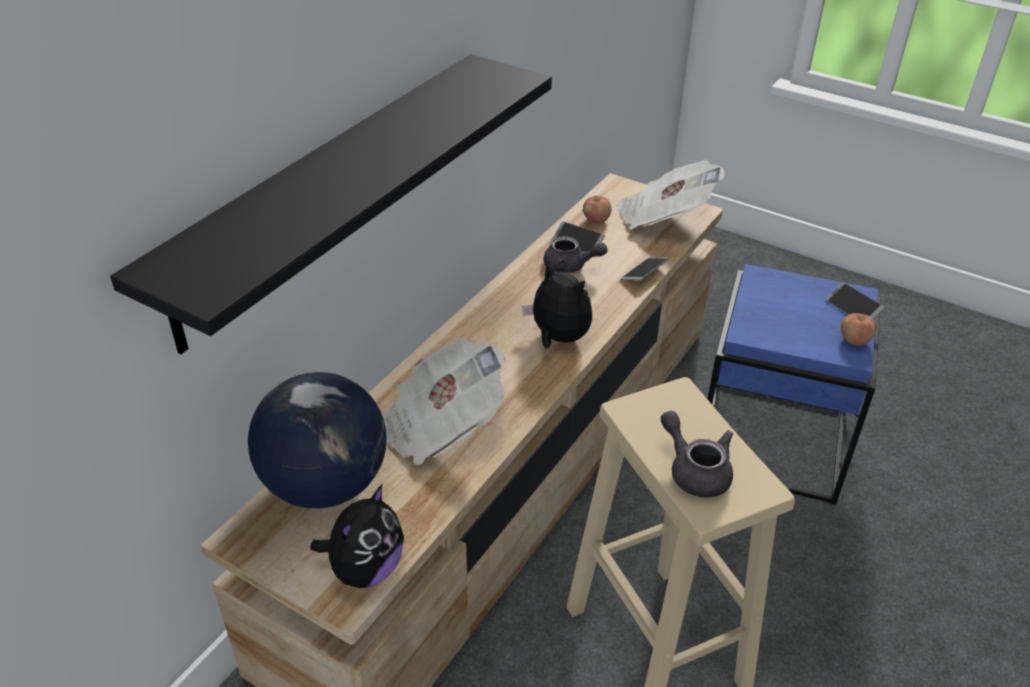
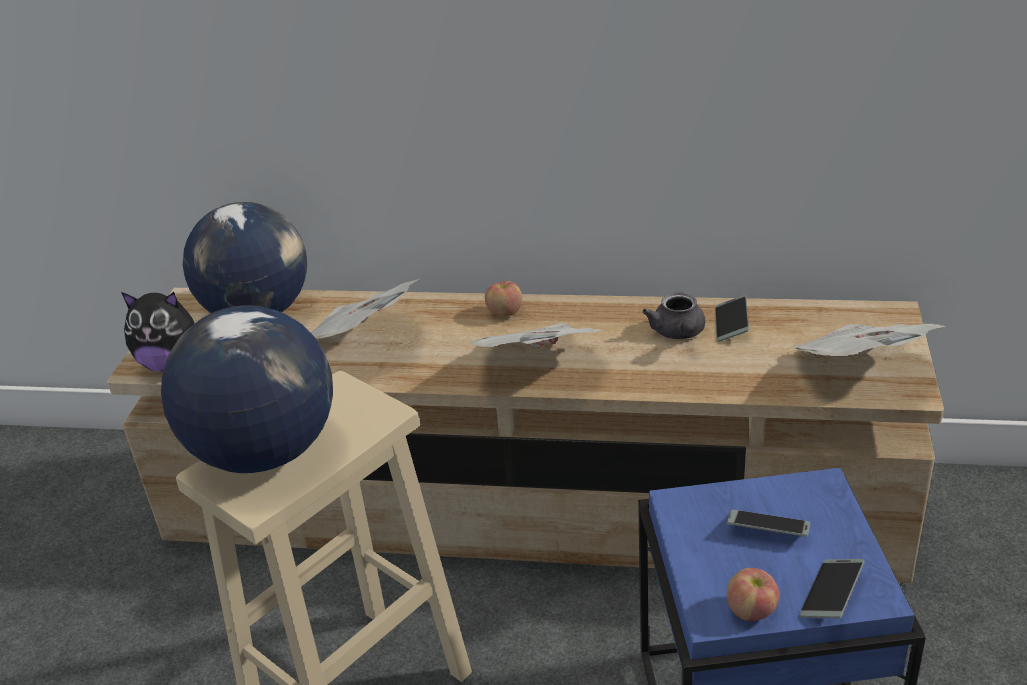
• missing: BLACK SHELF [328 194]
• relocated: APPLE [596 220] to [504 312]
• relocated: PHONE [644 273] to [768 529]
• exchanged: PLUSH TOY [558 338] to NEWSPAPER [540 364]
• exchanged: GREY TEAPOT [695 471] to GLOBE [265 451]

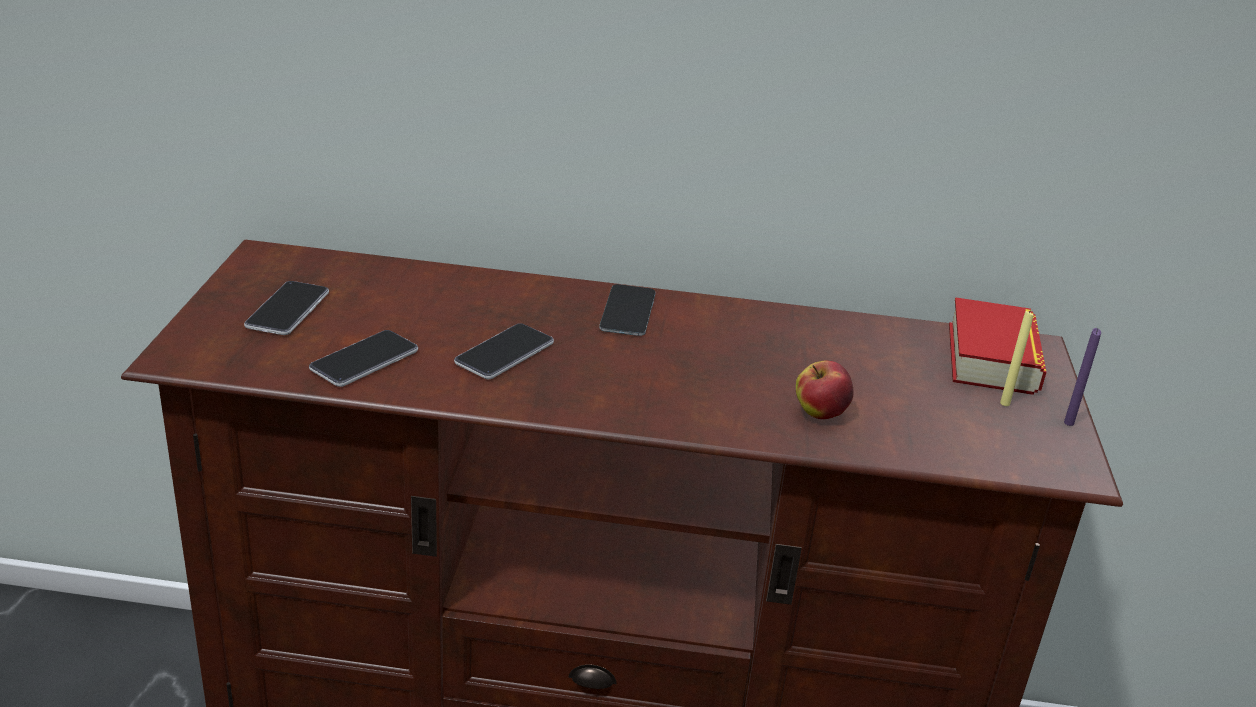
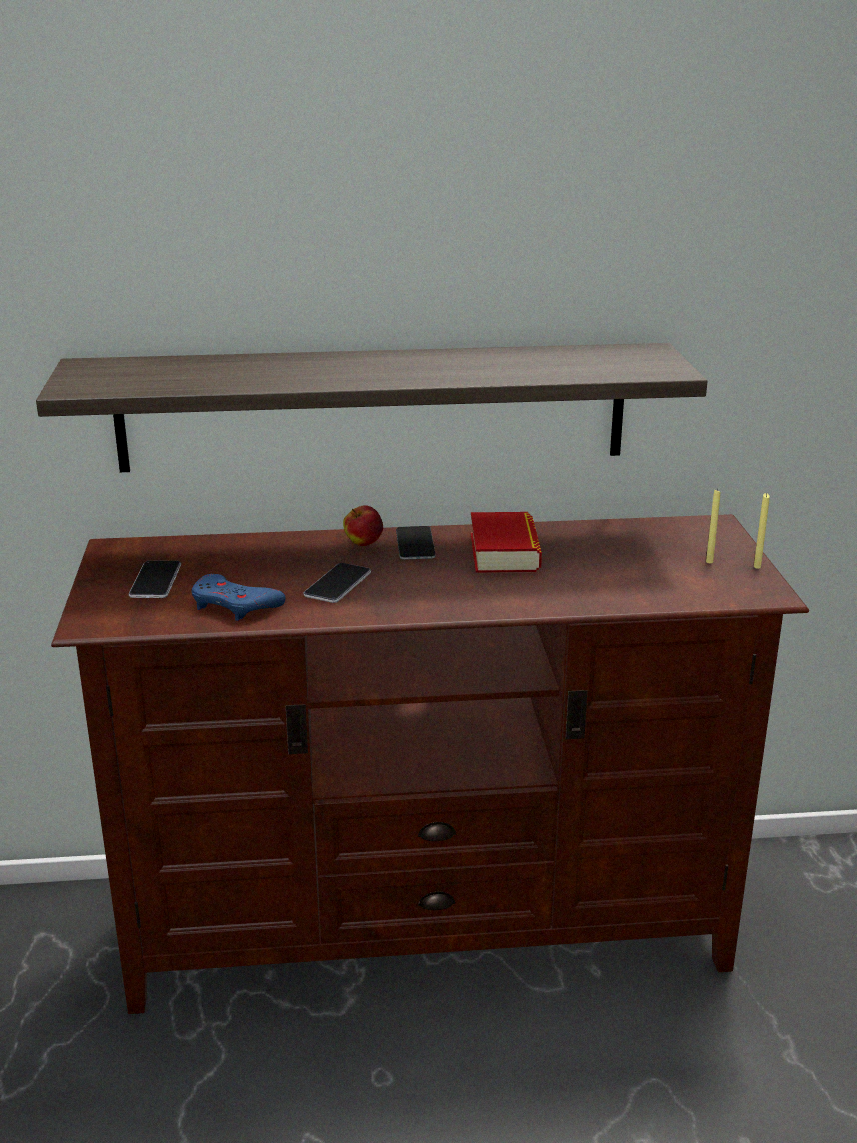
• appeared: SHELF [372 407]
• relocated: APPLE [820 413] to [363 543]
• relocated: BOOK [992 358] to [504 552]
• exchanged: PHONE [364 360] to BLUE GAME CONTROLLER [234 605]
• colour: PURPLE CANDLE [1068 423] to YELLOW CANDLE [757 567]

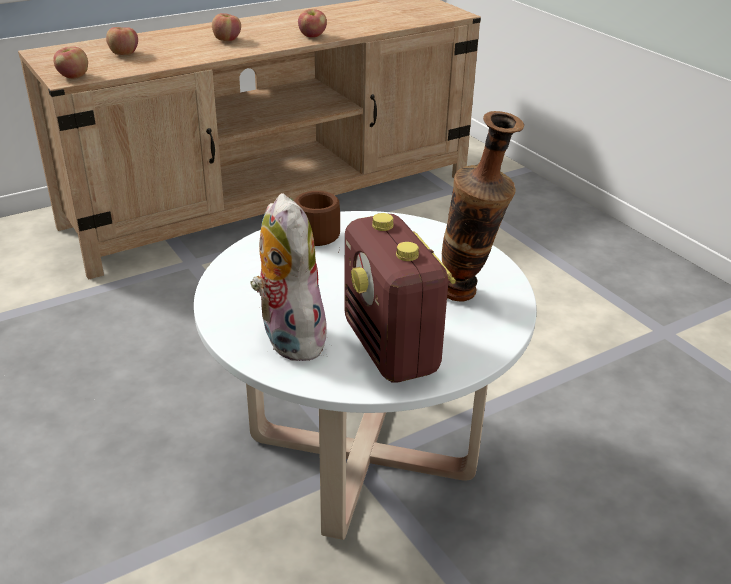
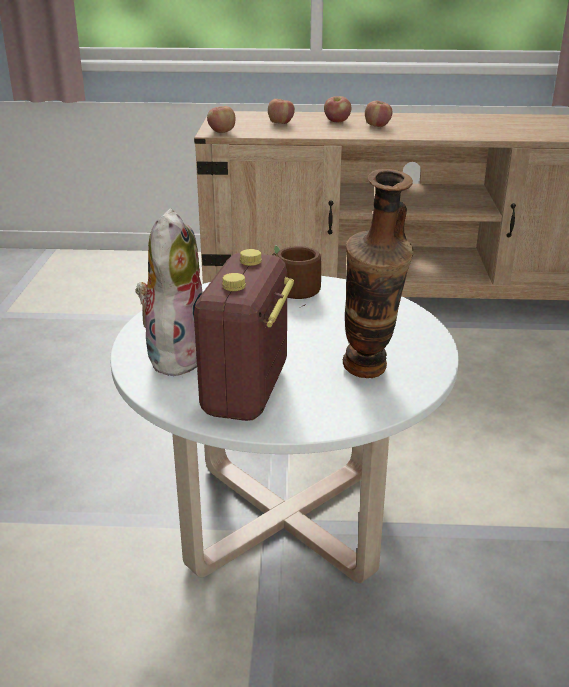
• relocated: APPLE [312 36] to [337 121]

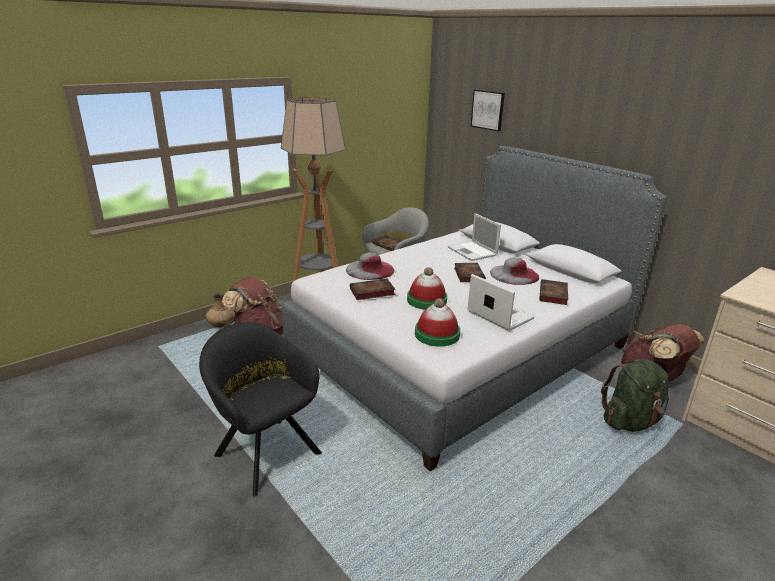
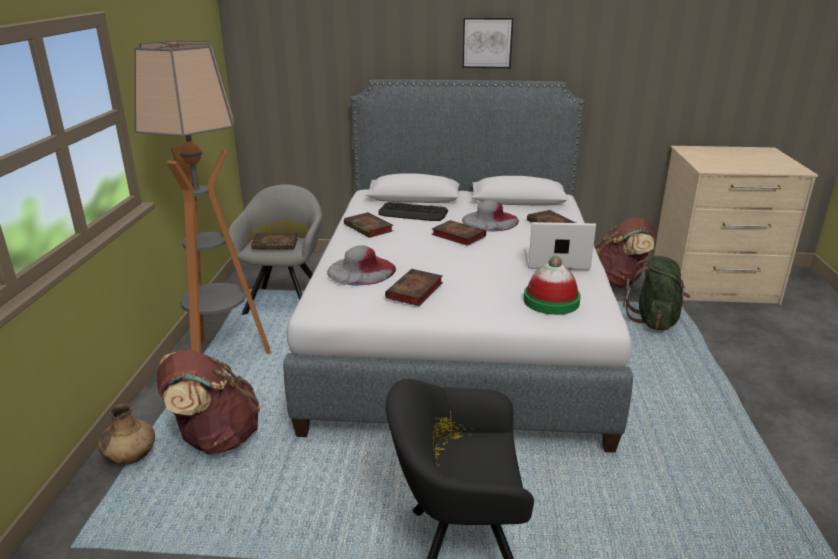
• missing: HAT [426 300]
• appeared: BOOK [369 228]
• relocated: PICTURE [488 110] to [487 42]
• exchanged: LAPTOP [473 251] to KEYBOARD [413 213]

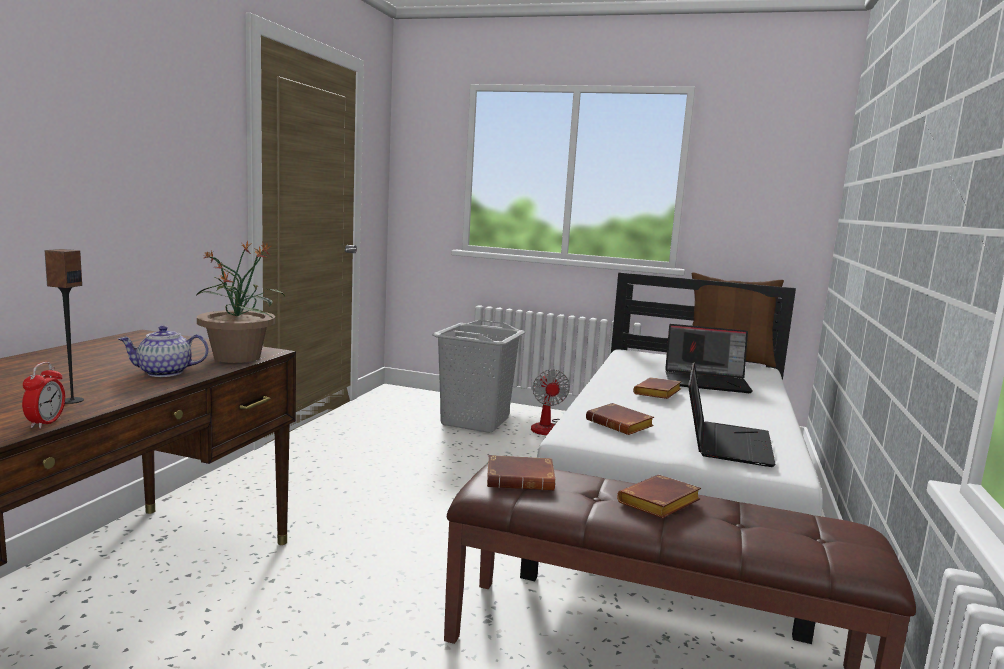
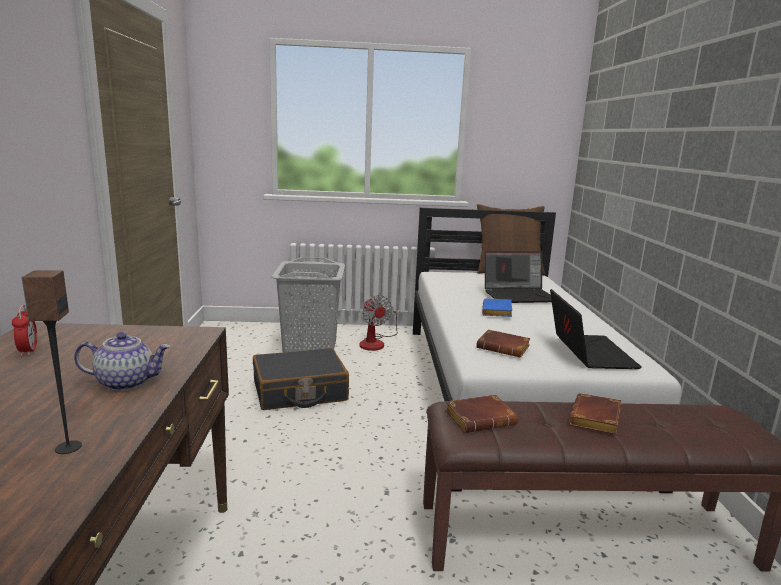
• missing: POTTED PLANT [237 357]
• appeared: BLACK SUITCASE [299 392]
• relocated: ALARM CLOCK [46 423] to [28 351]
• colour: BROWN BOOK [658 393] to BLUE BOOK [498 312]
• spun: TEAPOT [164 373] = [127 382] 150 degrees counterclockwise

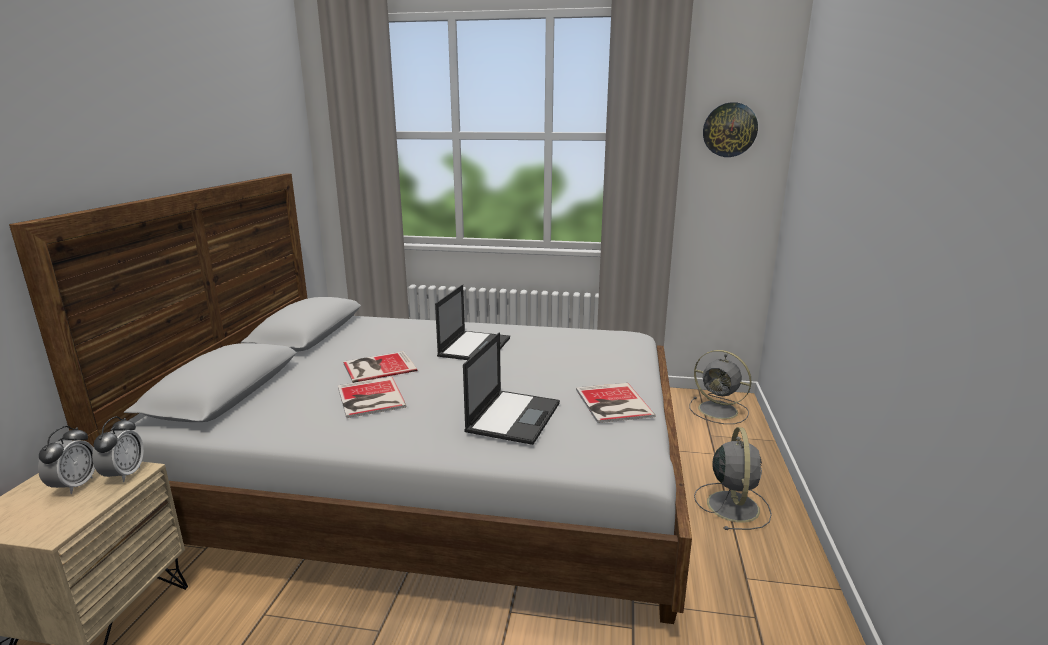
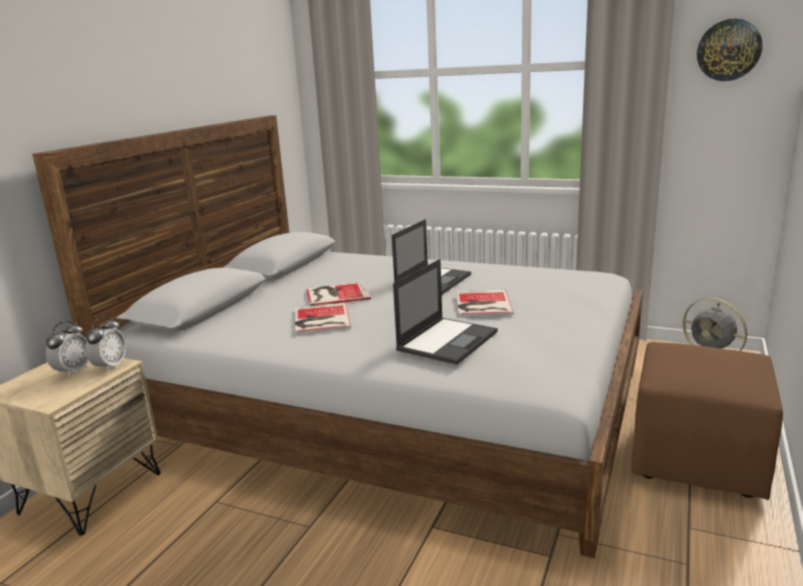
• relocated: BOOK [612 404] to [481 304]
• exchanged: GREY FAN [732 505] to BROWN OTTOMAN [696 458]

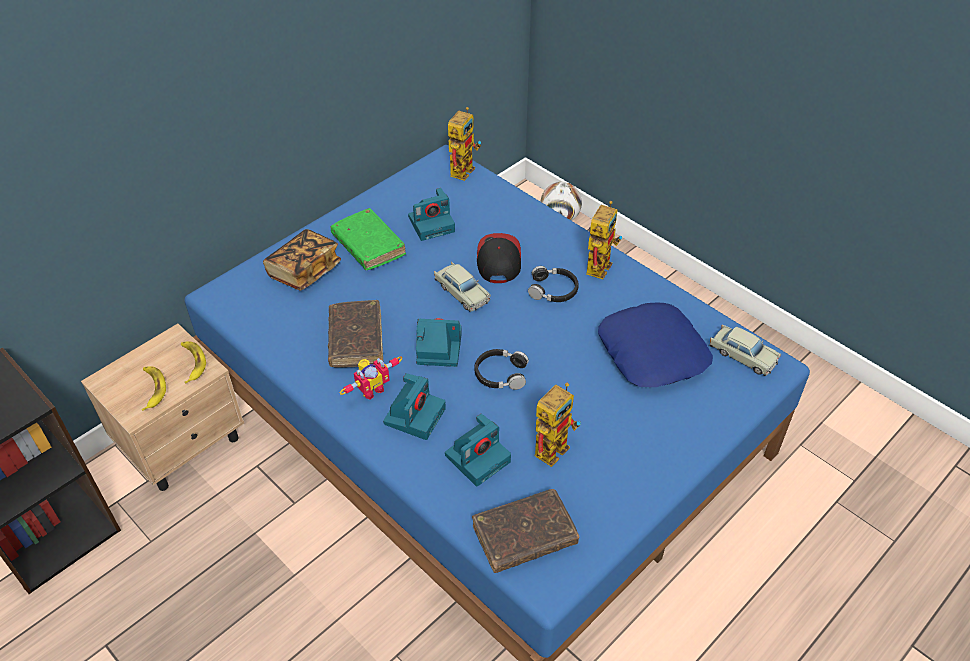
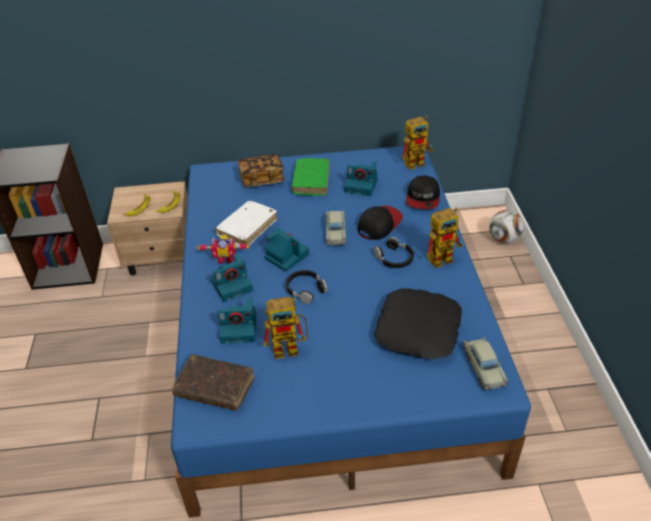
• appeared: CAP [423 198]
• colour: BROWN BOOK [356 340] to WHITE BOOK [247 228]
• colour: BLUE PILLOW [653 352] to BLACK PILLOW [419 330]

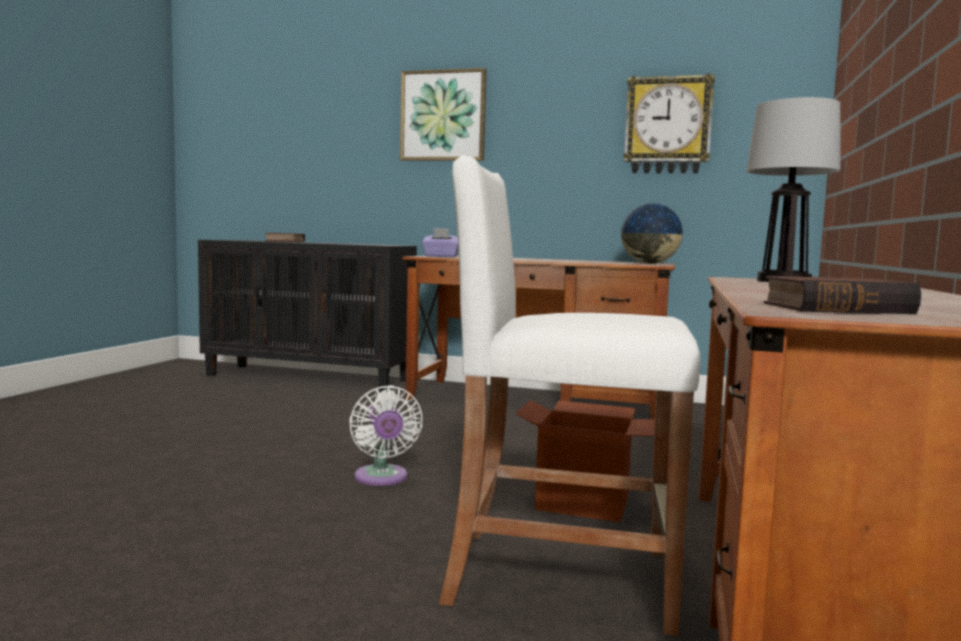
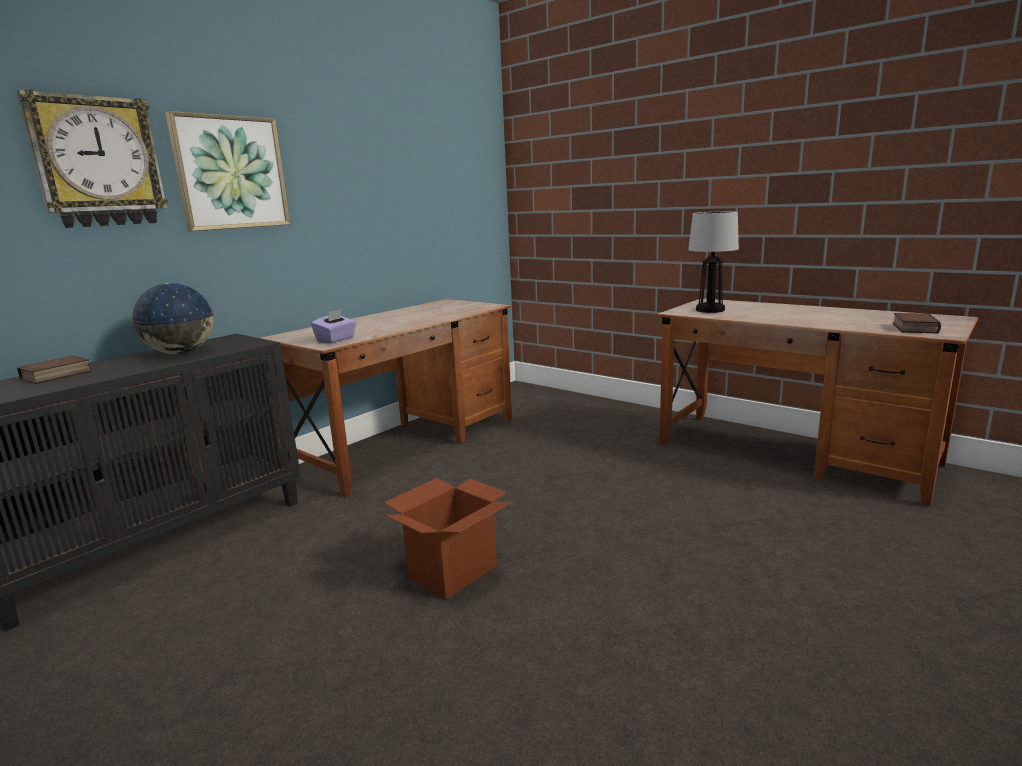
• missing: WHITE FAN [382 478]
• missing: WHITE STOOL [560 577]
• relocated: CARDBOARD BOX [583 504] to [453 571]
• relocated: GLOBE [650 263] to [181 353]
• relocated: WALL CLOCK [668 125] to [97 162]

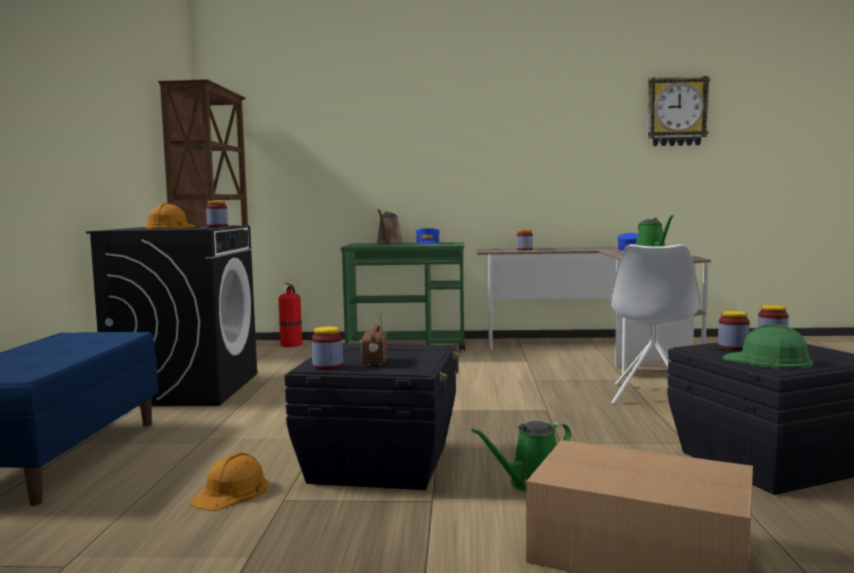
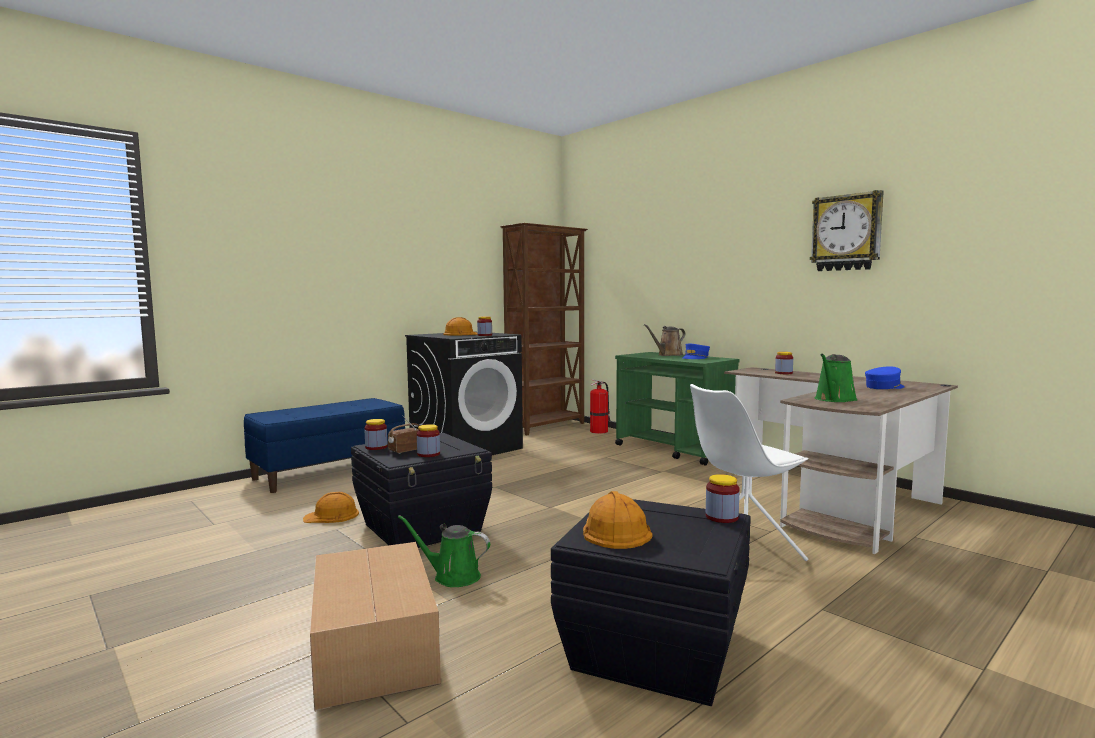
• relocated: WALL CLOCK [676 112] to [846 232]
• relocated: JAR [733 347] to [428 454]
• colour: GREEN HARD HAT [768 360] to ORANGE HARD HAT [614 531]

